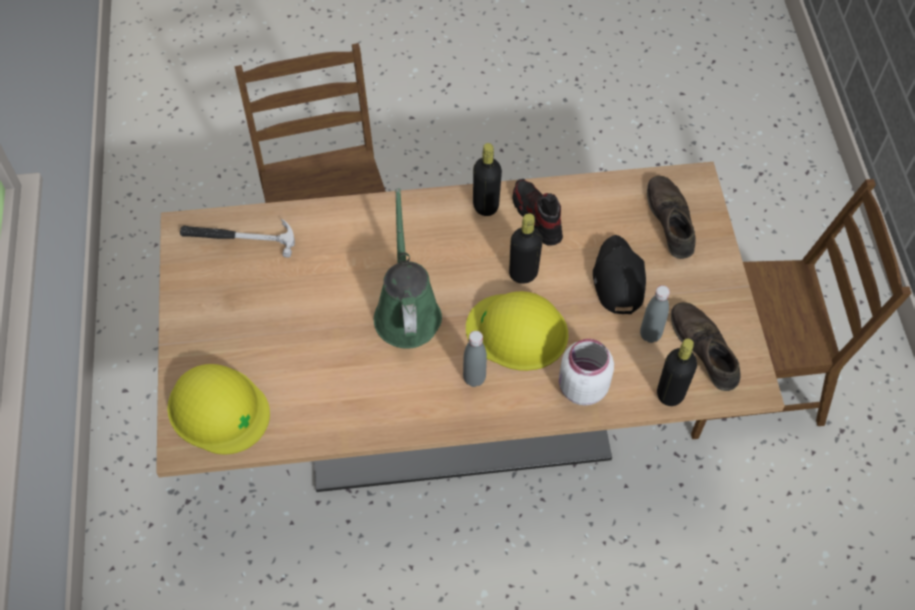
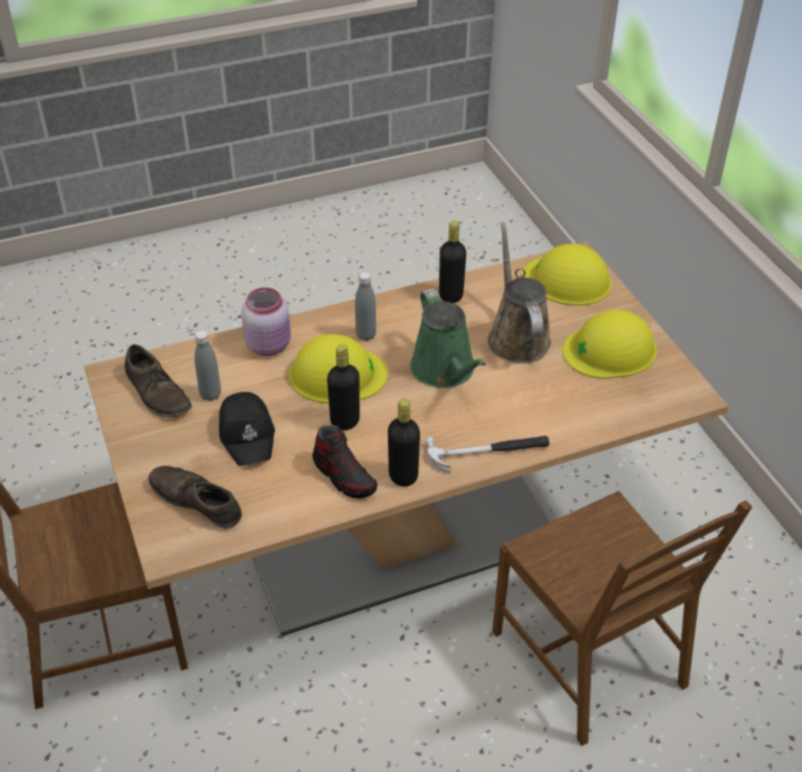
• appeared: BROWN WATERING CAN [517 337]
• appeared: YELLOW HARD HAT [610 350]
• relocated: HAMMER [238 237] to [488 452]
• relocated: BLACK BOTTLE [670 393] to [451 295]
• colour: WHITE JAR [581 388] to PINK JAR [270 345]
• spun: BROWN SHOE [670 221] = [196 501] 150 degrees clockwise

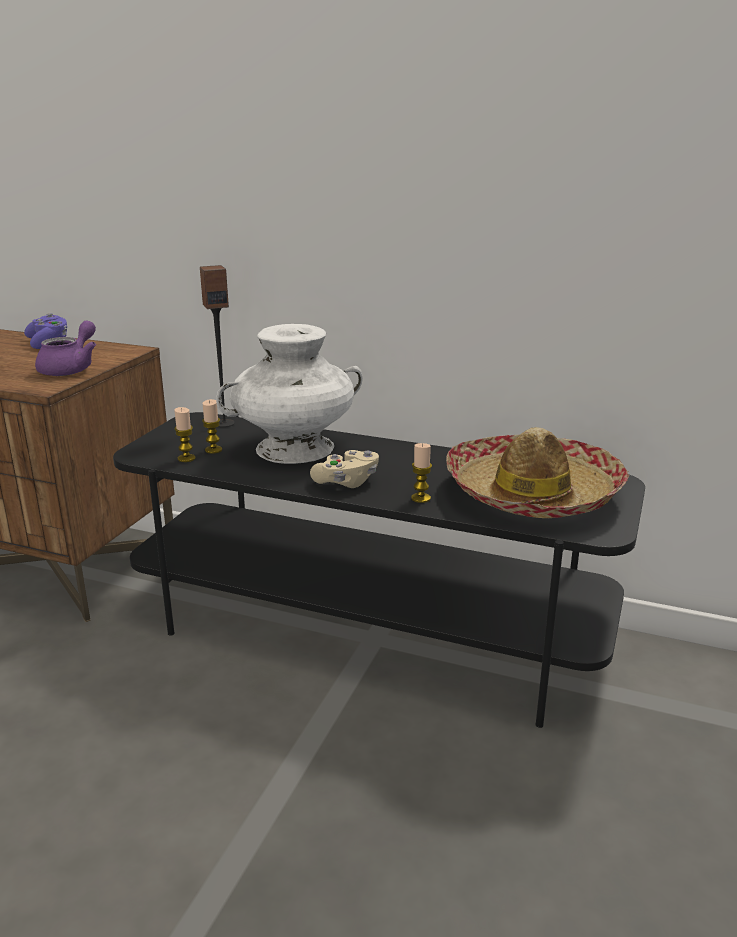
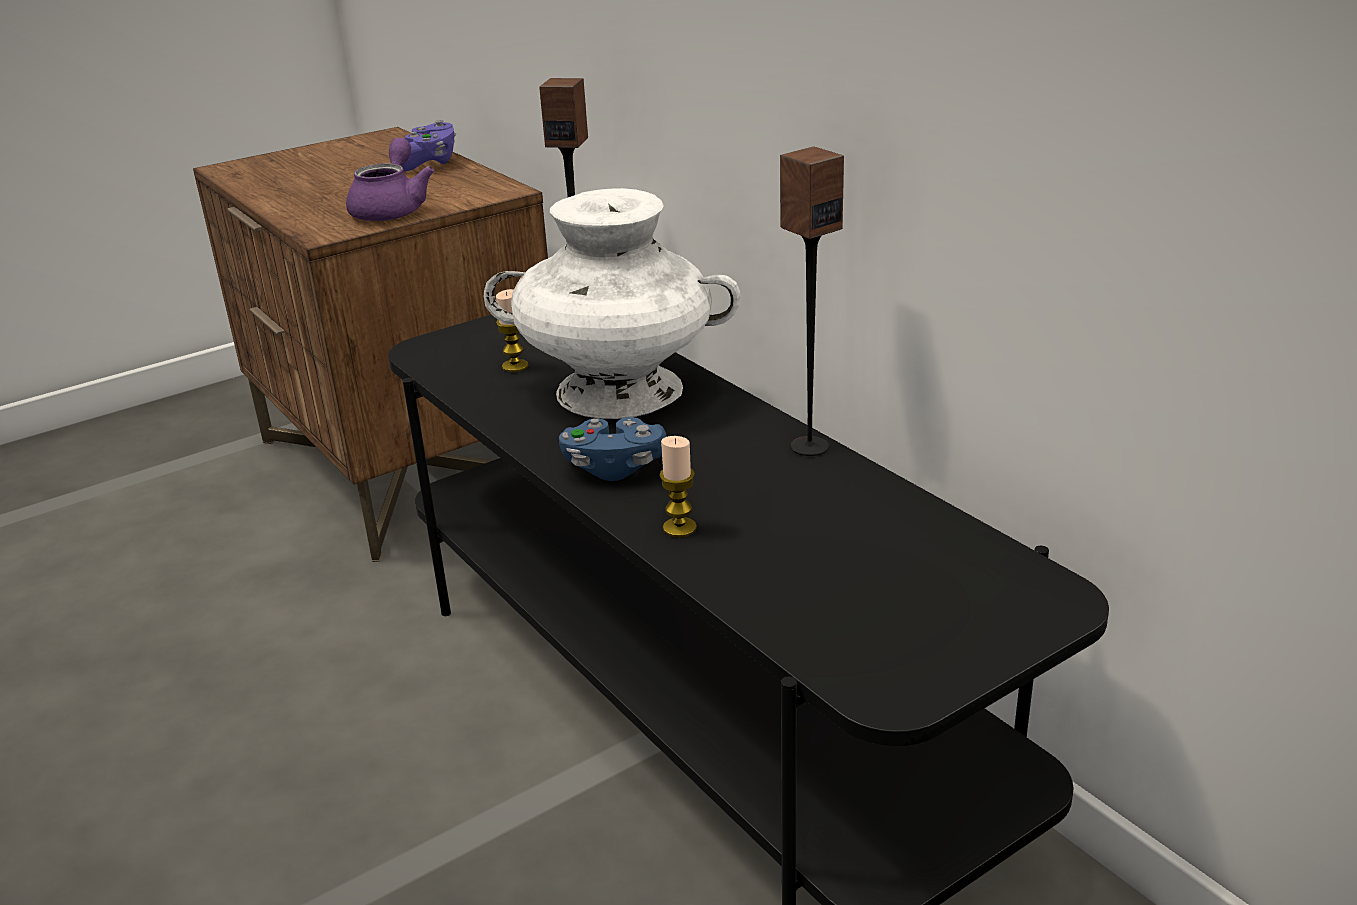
• missing: CANDLE [186 458]
• missing: HAT [533 493]
• appeared: SPEAKER [809 446]
• colour: BEIGE GAME CONTROLLER [346 482] to BLUE GAME CONTROLLER [614 467]
• spun: PURPLE TEAPOT [71 369] = [392 209] 45 degrees counterclockwise

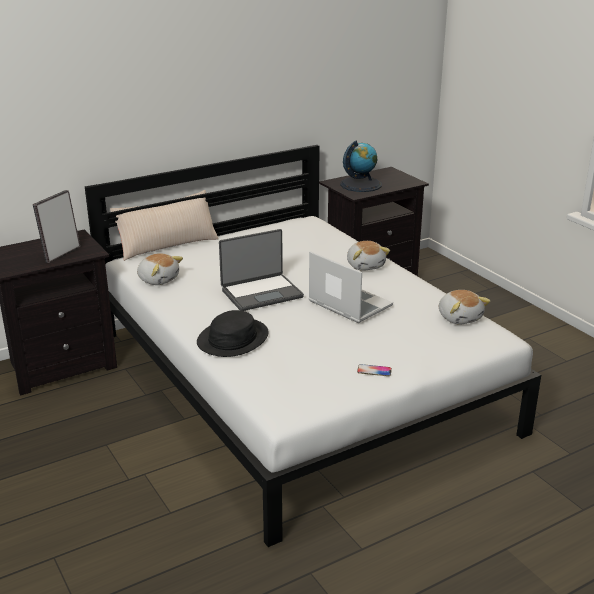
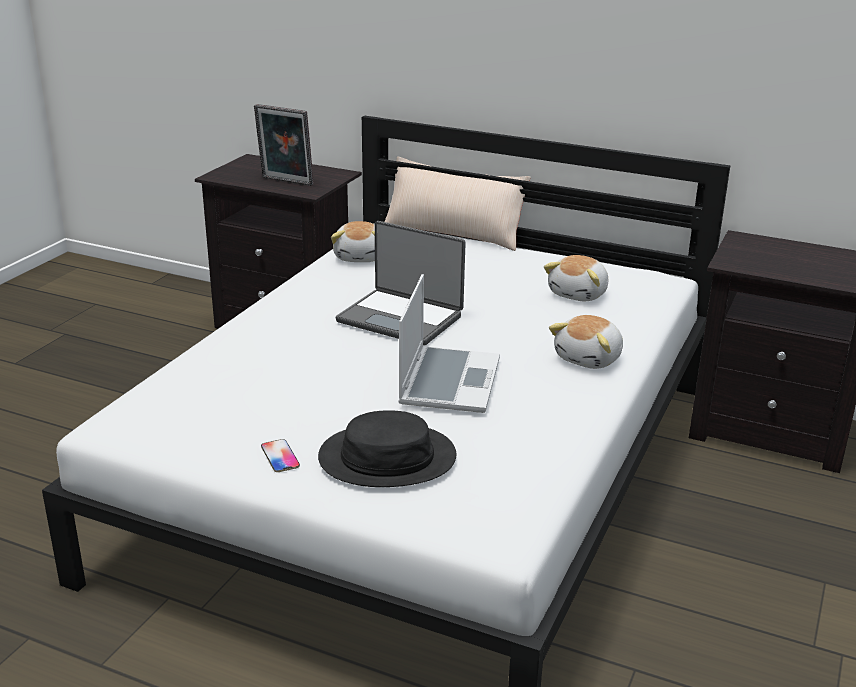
• missing: GLOBE [361 184]
• relocated: BLACK HAT [232 339] to [387 458]
• relocated: PLUSH TOY [460 317] to [579 294]
• spun: PICTURE FRAME [61 254] = [285 182] 150 degrees counterclockwise

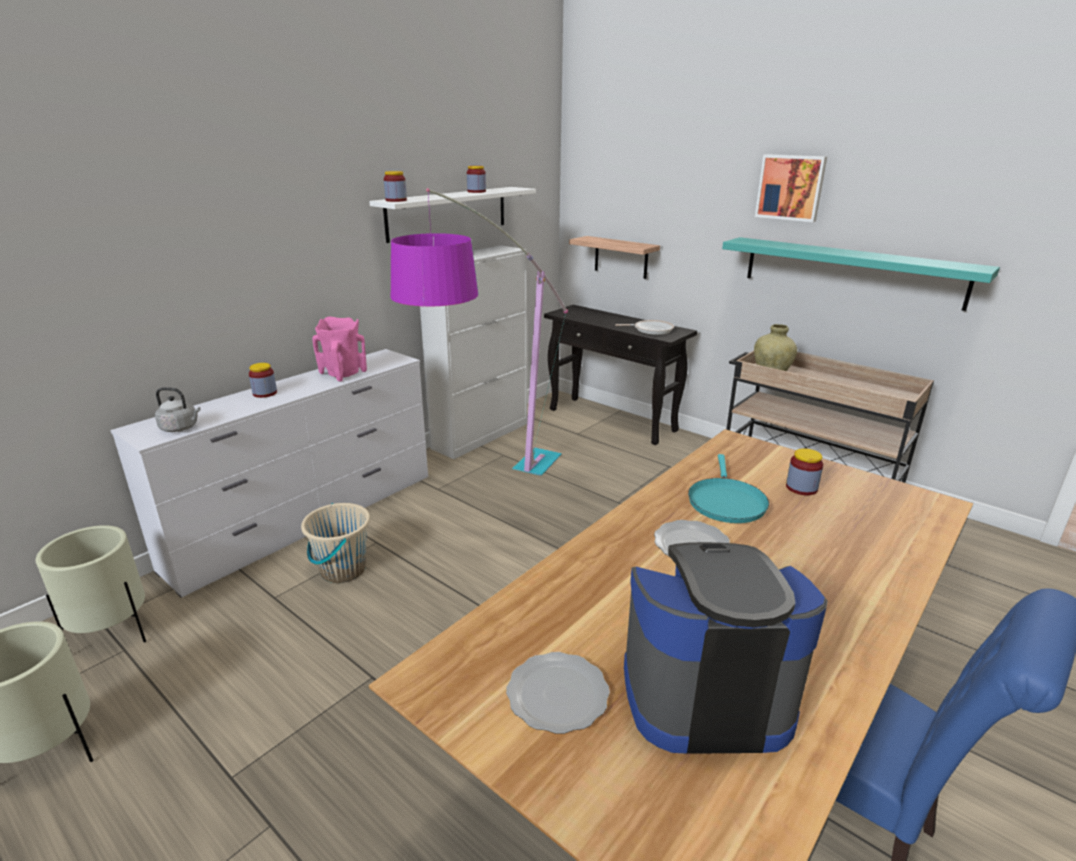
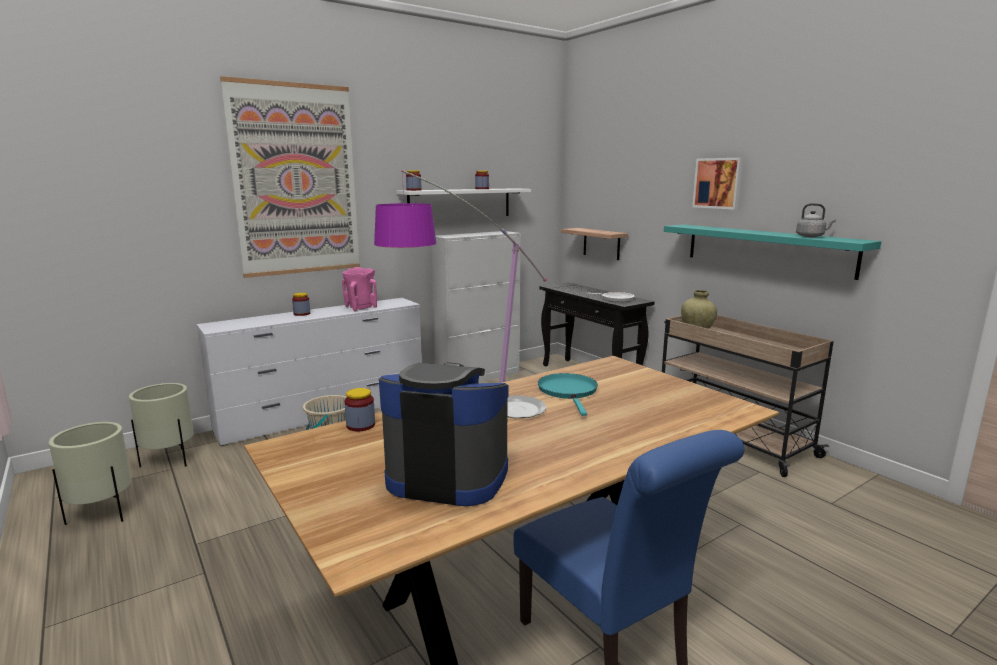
• missing: PLATE [559 694]
• appeared: PICTURE [296 181]
• relocated: GREY KETTLE [181 428] to [811 236]
• relocated: JAR [801 488] to [360 425]
• spun: TURQUOISE FRYING PAN [725 502] = [568 391] 150 degrees clockwise

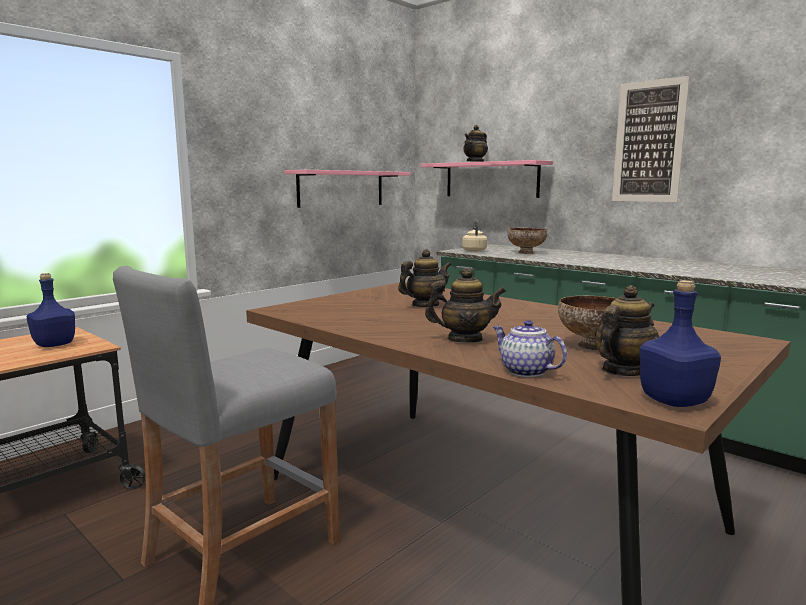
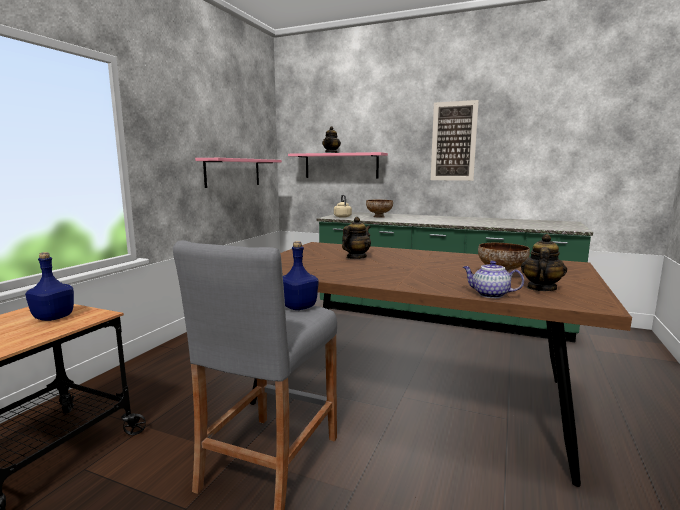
• missing: TEAPOT [464 339]
• relocated: BLUE BOTTLE [673 400] to [298 307]

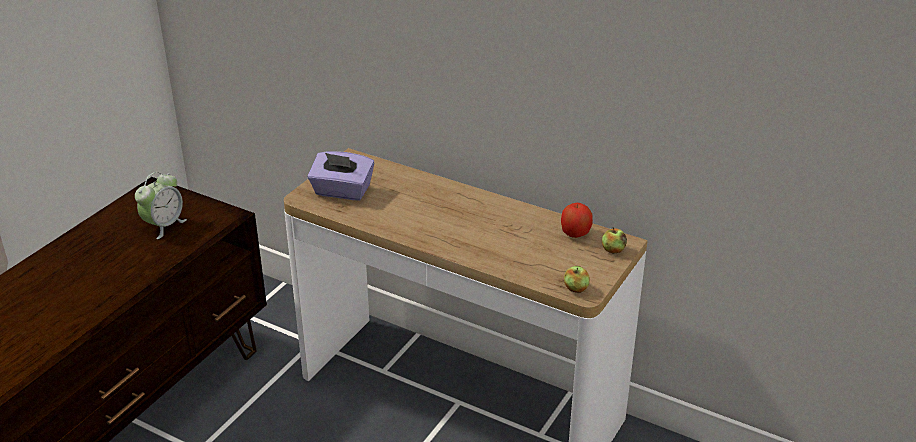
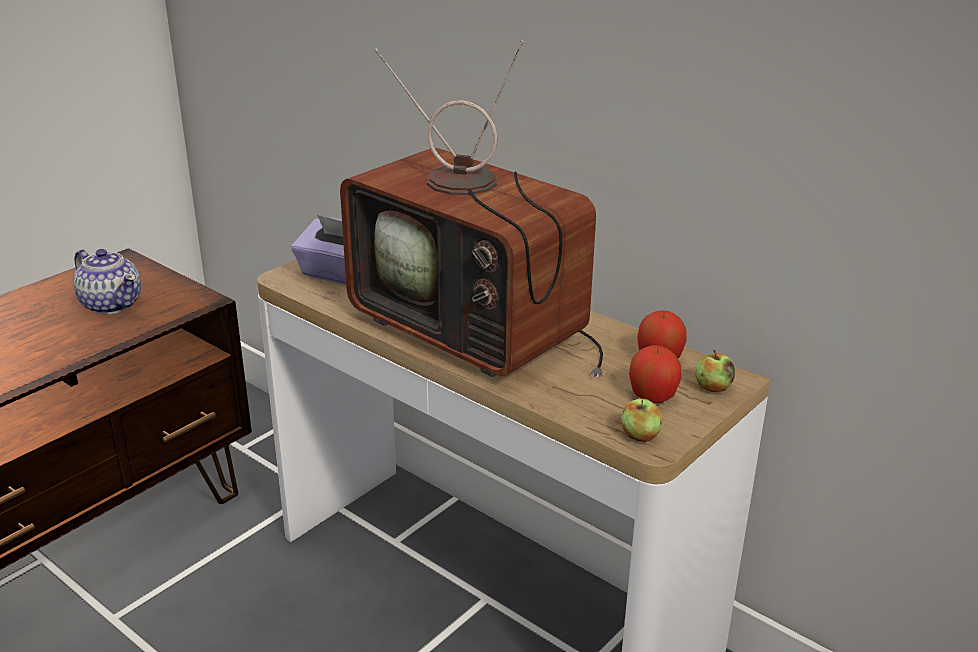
• appeared: TELEVISION [477 330]
• appeared: APPLE [652 397]
• exchanged: ALARM CLOCK [164 226] to TEAPOT [111 304]

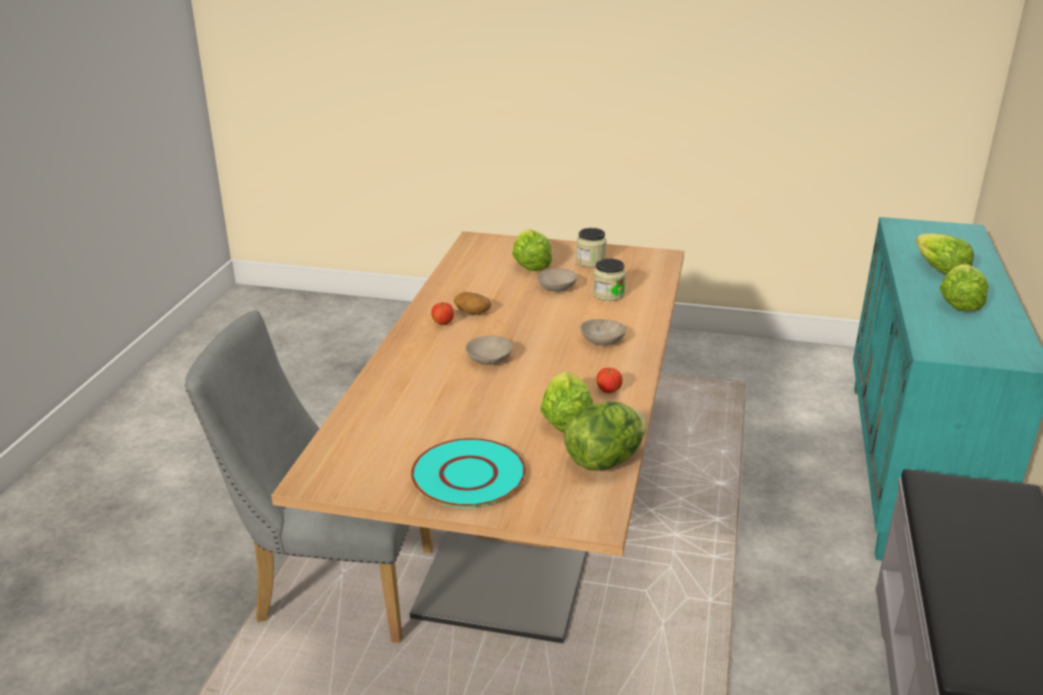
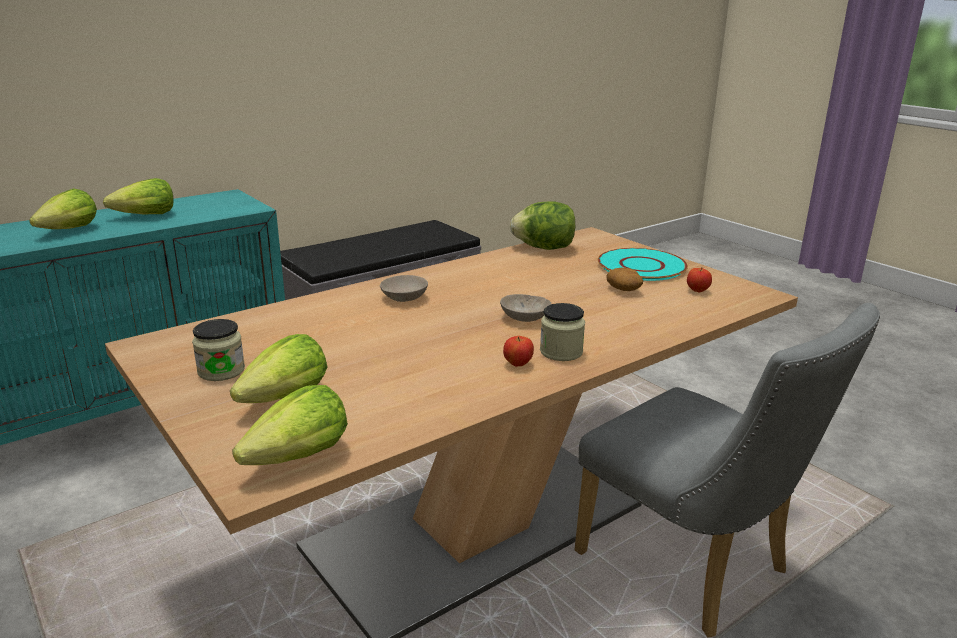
• missing: BEIGE BOWL [558 288]
• relocated: POTATO [472 312] to [624 289]
• relocated: LETTUCE [566 419] to [299 457]
• relocated: JAR [608 294] to [561 352]
• relocated: APPLE [608 391] to [697 291]

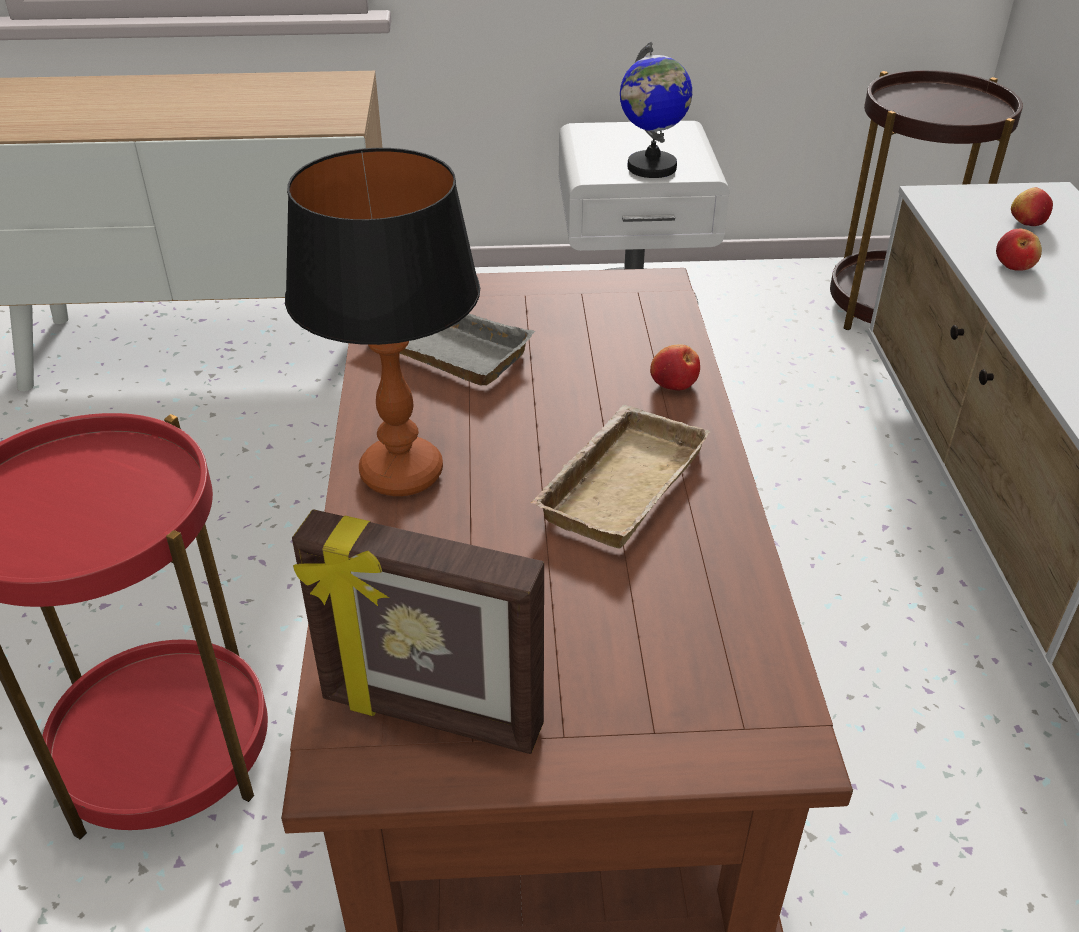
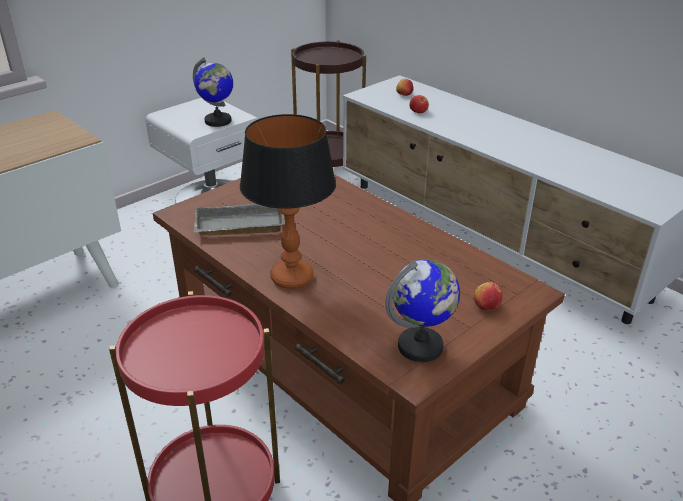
• missing: BEIGE TRAY [619 482]
• relocated: APPLE [673 383] to [486 305]
• exchanged: PICTURE FRAME [430 716] to GLOBE [421 347]

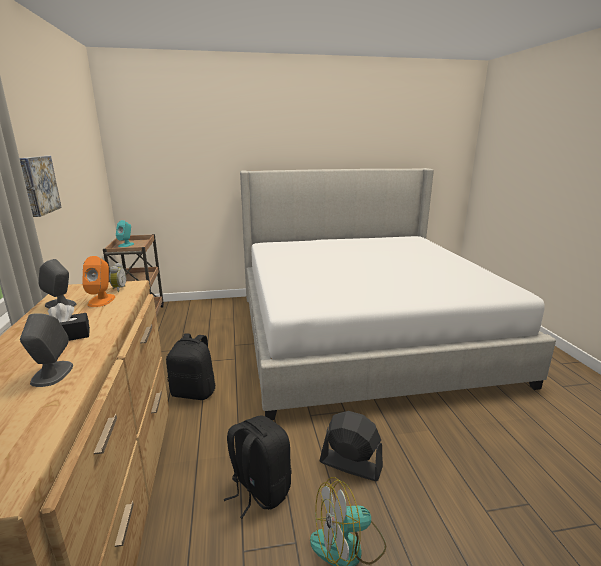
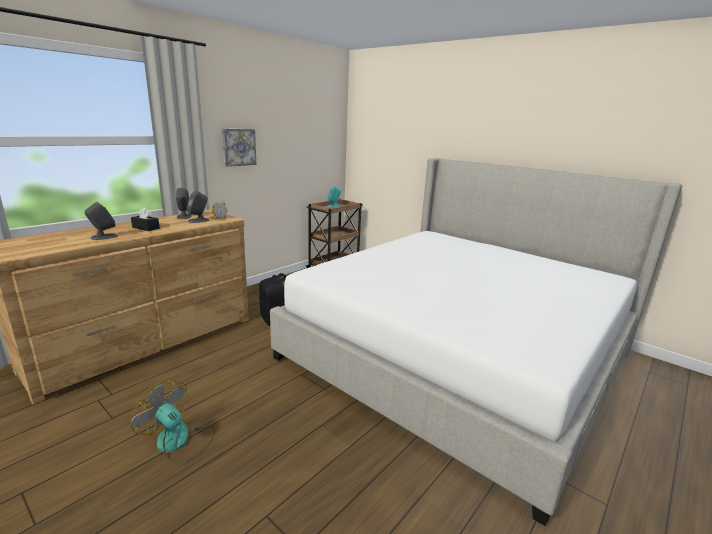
• missing: BLACK BACKPACK [259 490]
• missing: BLACK FAN [350 464]
• colour: ORANGE SPEAKER [101 300] to GREY SPEAKER [199 220]

